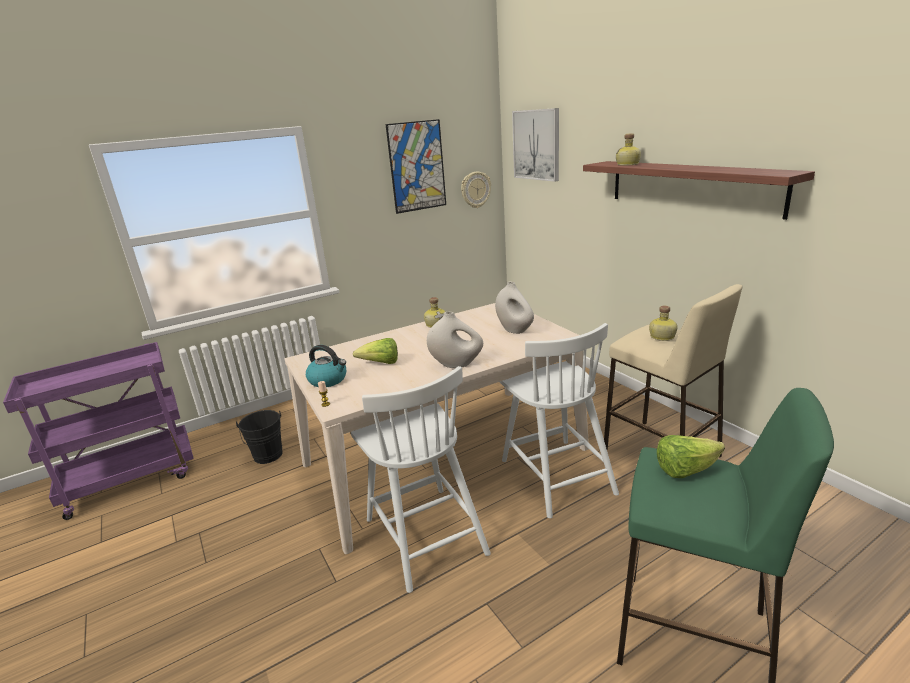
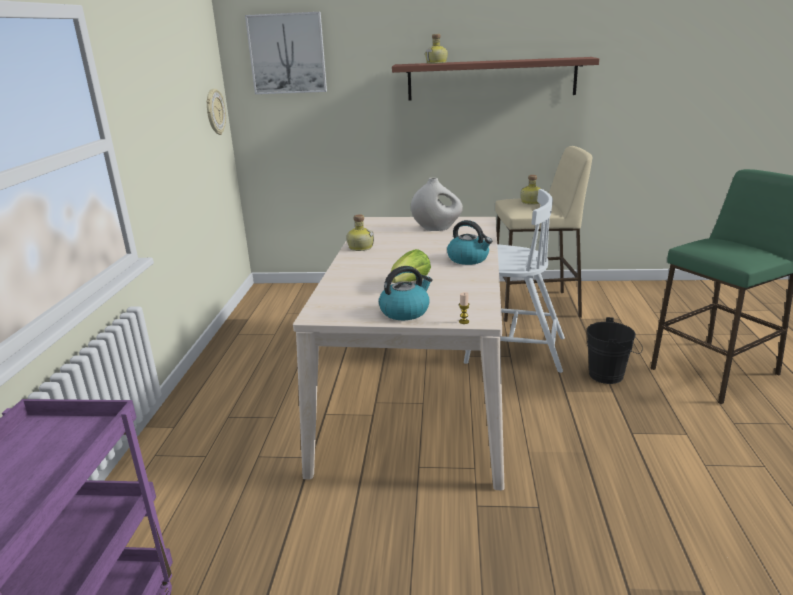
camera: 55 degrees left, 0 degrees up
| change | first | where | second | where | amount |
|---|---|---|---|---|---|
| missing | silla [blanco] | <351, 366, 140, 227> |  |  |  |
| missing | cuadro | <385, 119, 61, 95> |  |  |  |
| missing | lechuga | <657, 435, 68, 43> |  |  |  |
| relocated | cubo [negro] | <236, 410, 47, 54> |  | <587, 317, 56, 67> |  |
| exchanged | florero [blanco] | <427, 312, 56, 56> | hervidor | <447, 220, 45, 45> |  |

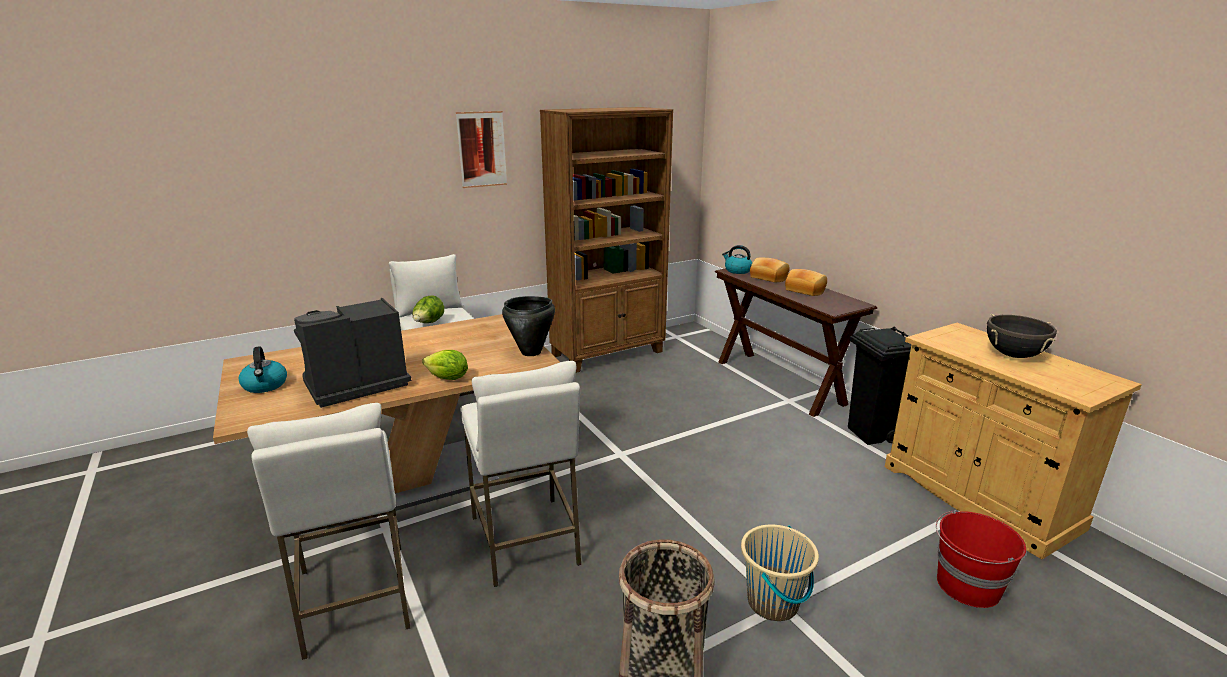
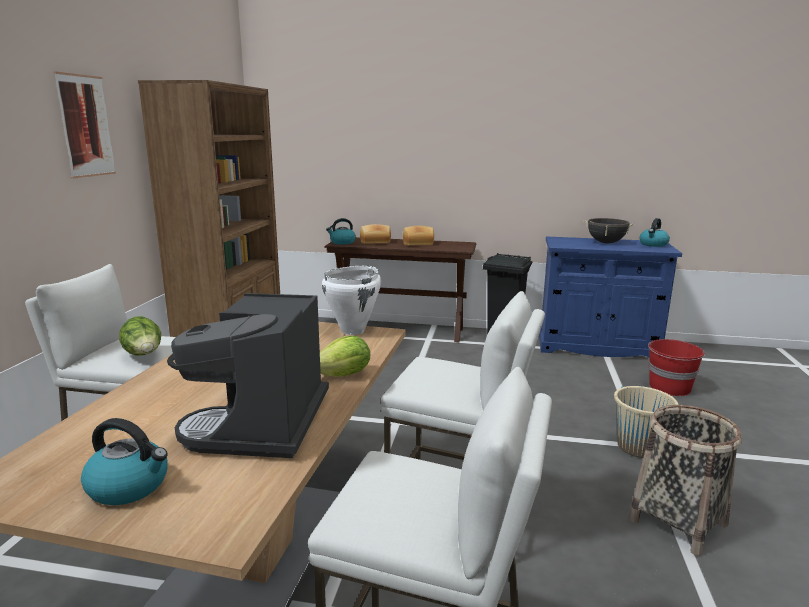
camera: 50 degrees left, 5 degrees down
| change | first | where | second | where | amount |
|---|---|---|---|---|---|
| appeared |  |  | hervidor | <640, 218, 30, 29> |  |
| colour | olla [negro] | <502, 296, 53, 60> | olla [blanco] | <322, 265, 59, 70> |  |
| colour | armario [beis] | <885, 323, 257, 236> | armario [azul] | <539, 236, 143, 122> |  |

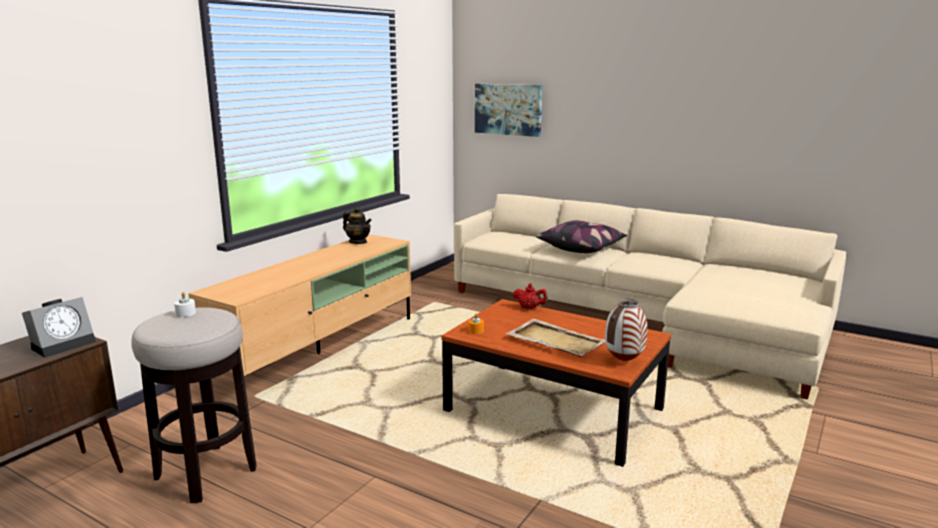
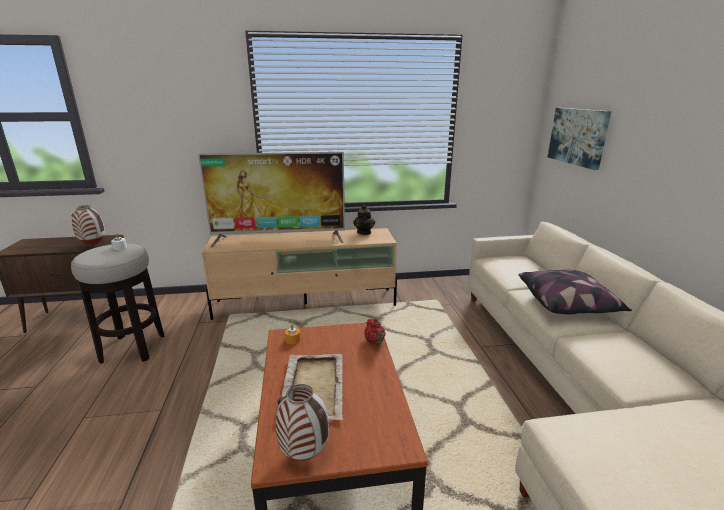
camera: 50 degrees right, 5 degrees up
| change | first | where | second | where | amount |
|---|---|---|---|---|---|
| appeared |  |  | televisor | <198, 152, 147, 95> |  |
| exchanged | despertador | <22, 297, 74, 61> | florero | <72, 205, 33, 40> |  |

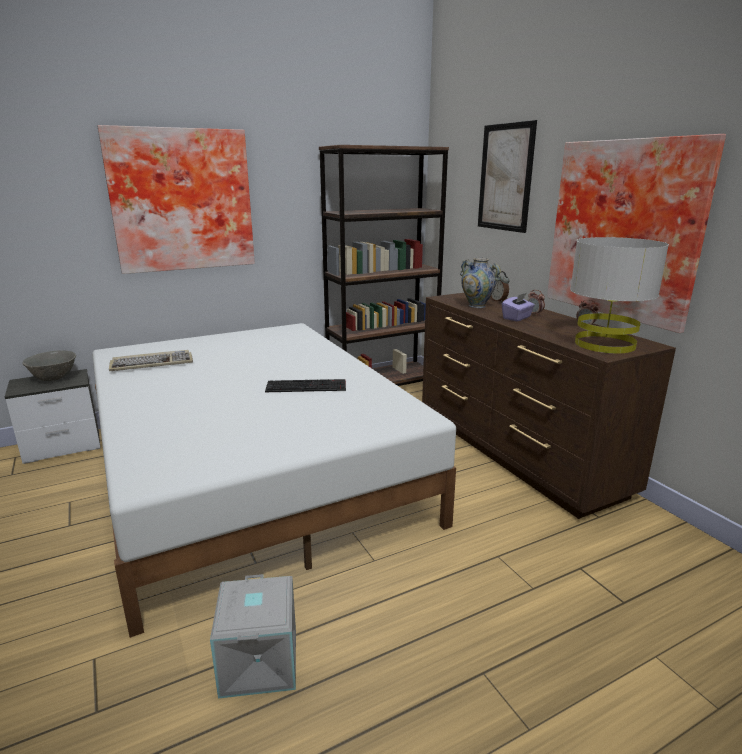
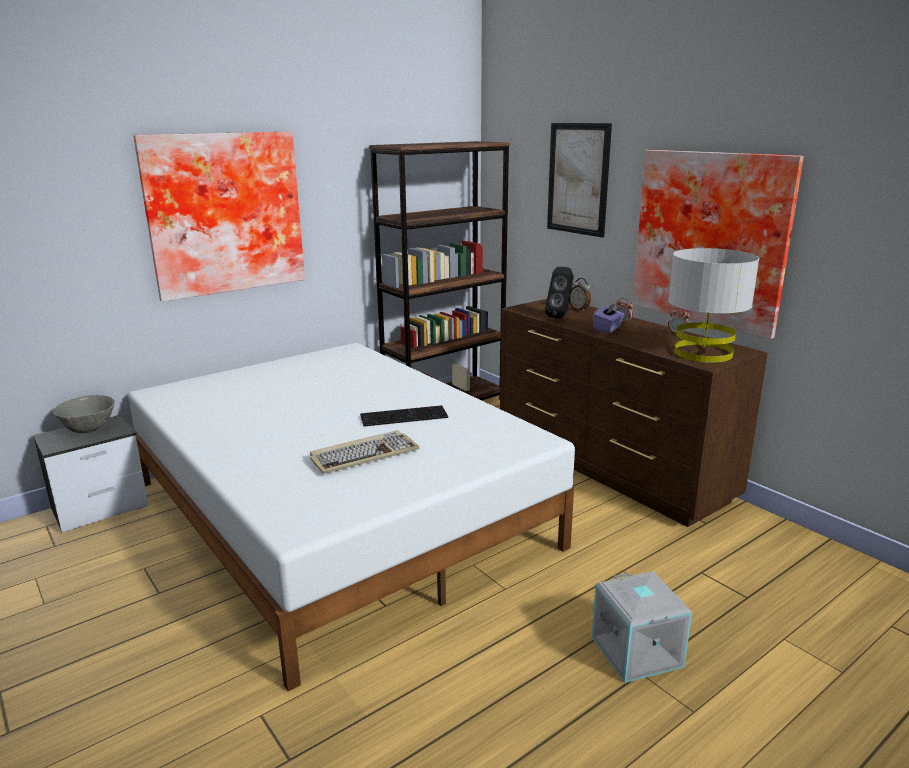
camera: 10 degrees left, 0 degrees up
| change | first | where | second | where | amount |
|---|---|---|---|---|---|
| relocated | teclado | <109, 350, 84, 21> |  | <310, 430, 110, 44> |  |
| relocated | caja de almacenaje [gris] | <210, 574, 86, 124> |  | <592, 571, 100, 112> |  |
| exchanged | florero | <460, 258, 41, 50> | altavoz [negro] | <545, 267, 29, 52> |  |

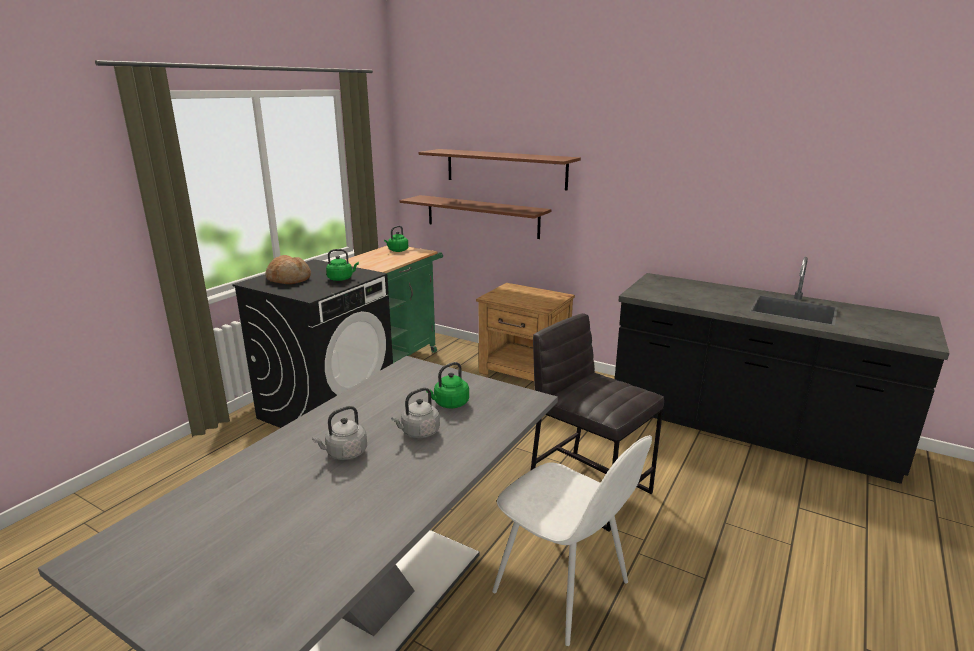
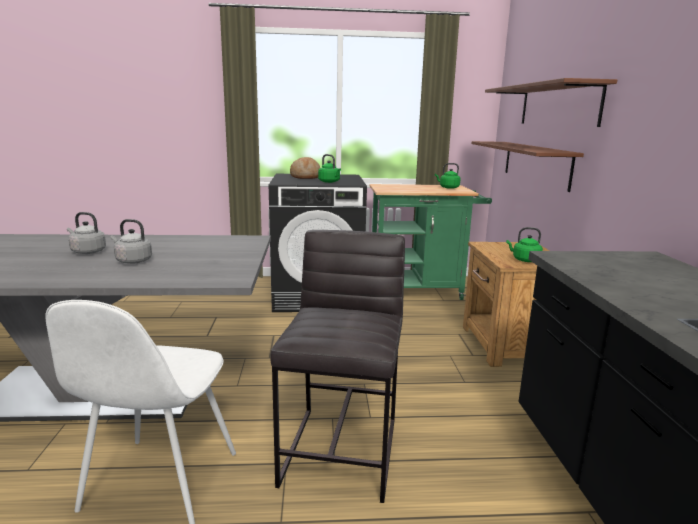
camera: 55 degrees right, 5 degrees down
| change | first | where | second | where | amount |
|---|---|---|---|---|---|
| relocated | hervidor [verde] | <426, 362, 43, 46> |  | <506, 227, 37, 35> |  |

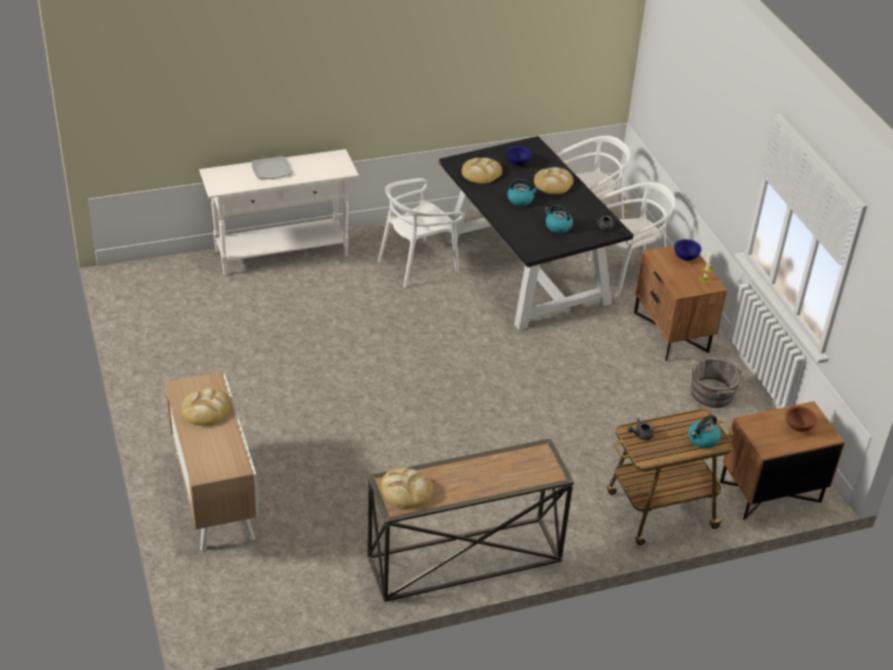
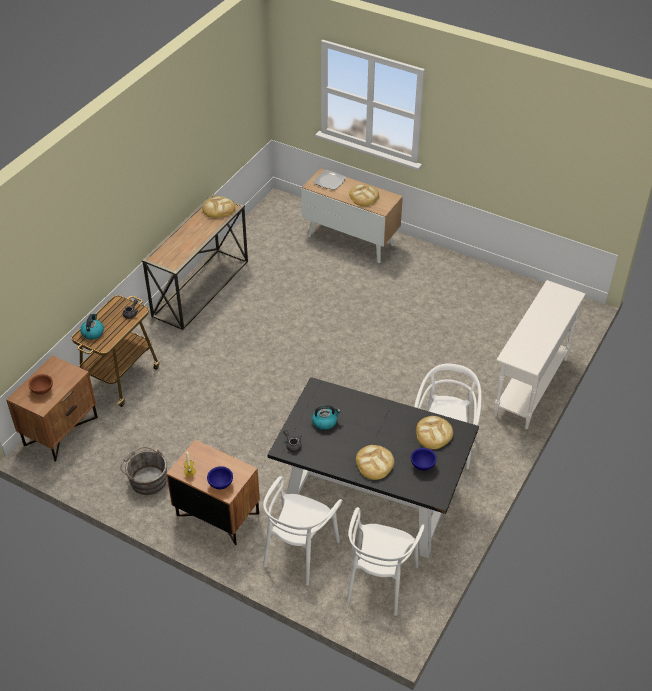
camera: 140 degrees right, 5 degrees up
| change | first | where | second | where | amount |
|---|---|---|---|---|---|
| missing | hervidor | <507, 178, 32, 28> |  |  |  |
| relocated | plato | <252, 156, 39, 23> |  | <313, 170, 33, 20> |  |

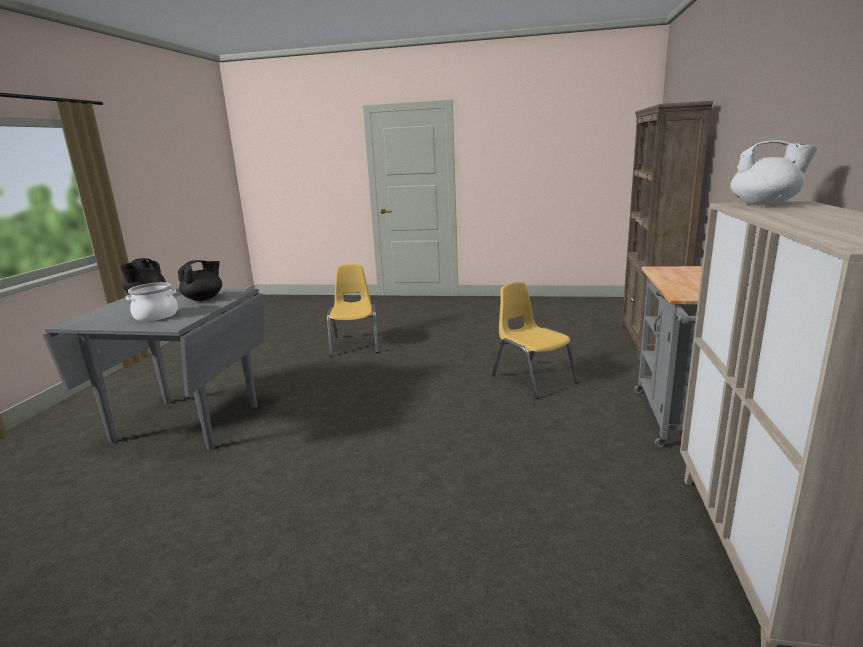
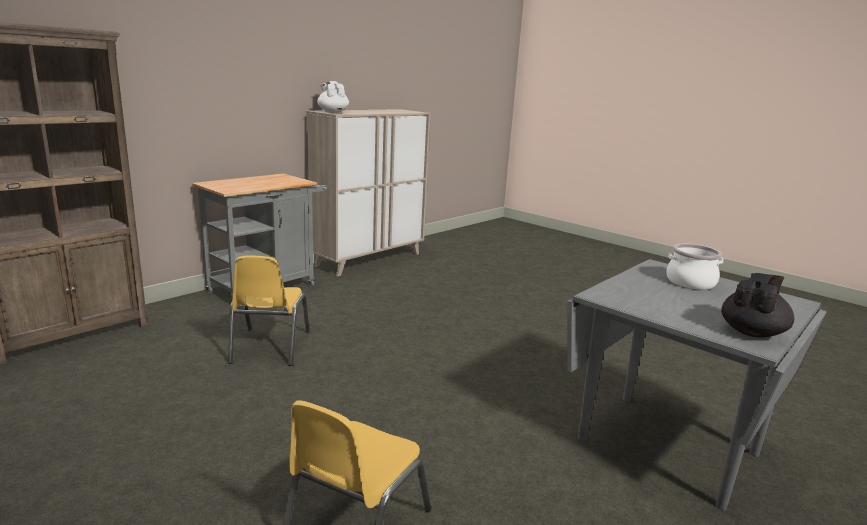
camera: 150 degrees left, 0 degrees up
| change | first | where | second | where | amount |
|---|---|---|---|---|---|
| missing | tetera [negro] | <178, 260, 44, 41> |  |  |  |

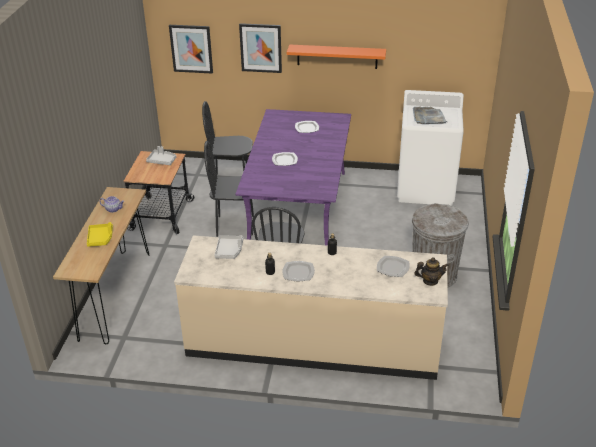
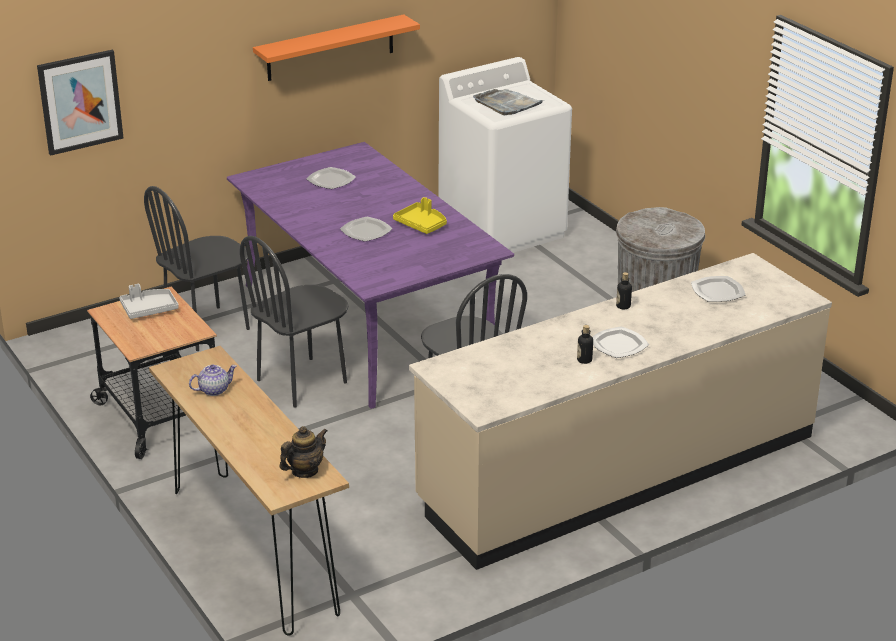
camera: 40 degrees left, 5 degrees down
| change | first | where | second | where | amount |
|---|---|---|---|---|---|
| missing | bandeja [gris] | <214, 235, 29, 24> |  |  |  |
| missing | cuadro | <239, 23, 43, 50> |  |  |  |
| relocated | bandeja [amarillo] | <87, 222, 26, 25> |  | <393, 197, 54, 37> |  |
| relocated | tetera | <414, 257, 35, 29> |  | <280, 426, 47, 52> |  |

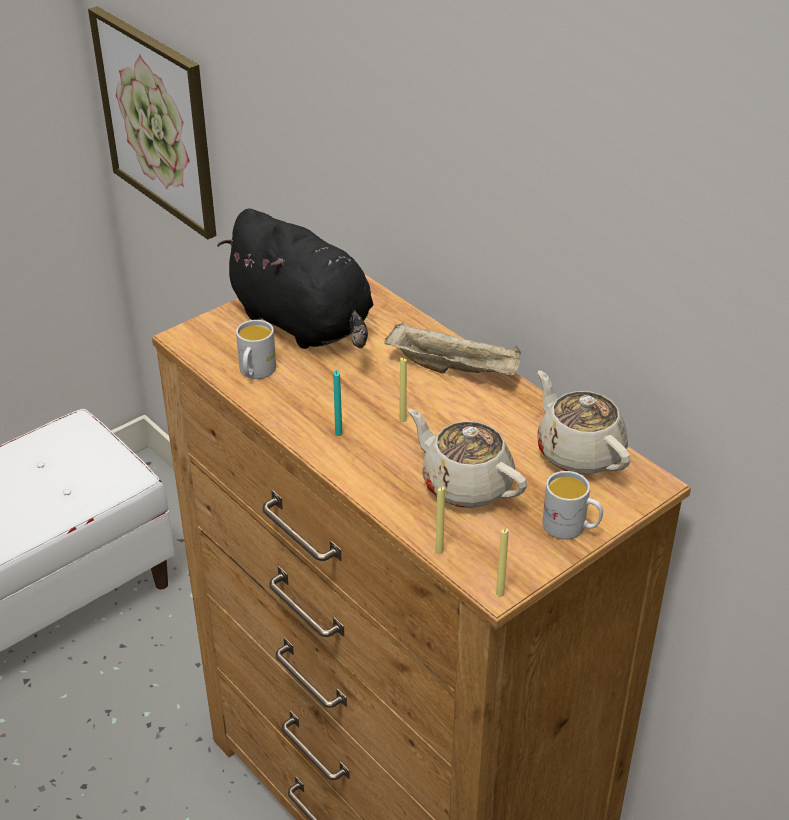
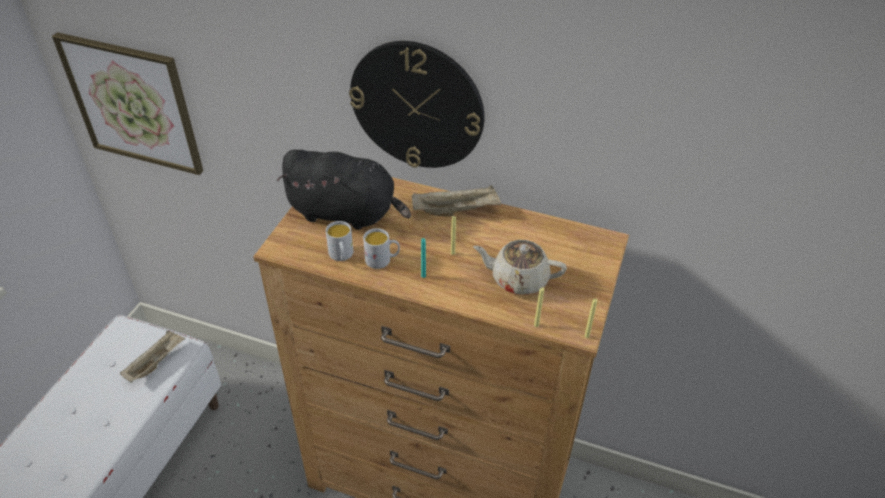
camera: 30 degrees left, 5 degrees up
| change | first | where | second | where | amount |
|---|---|---|---|---|---|
| missing | tetera [beis] | <537, 370, 94, 105> |  |  |  |
| appeared |  |  | bandeja [beis] | <120, 331, 65, 52> |  |
| appeared |  |  | reloj de pared | <349, 41, 135, 127> |  |
| relocated | taza grande [blanco] | <542, 471, 61, 68> |  | <363, 228, 37, 41> |  |

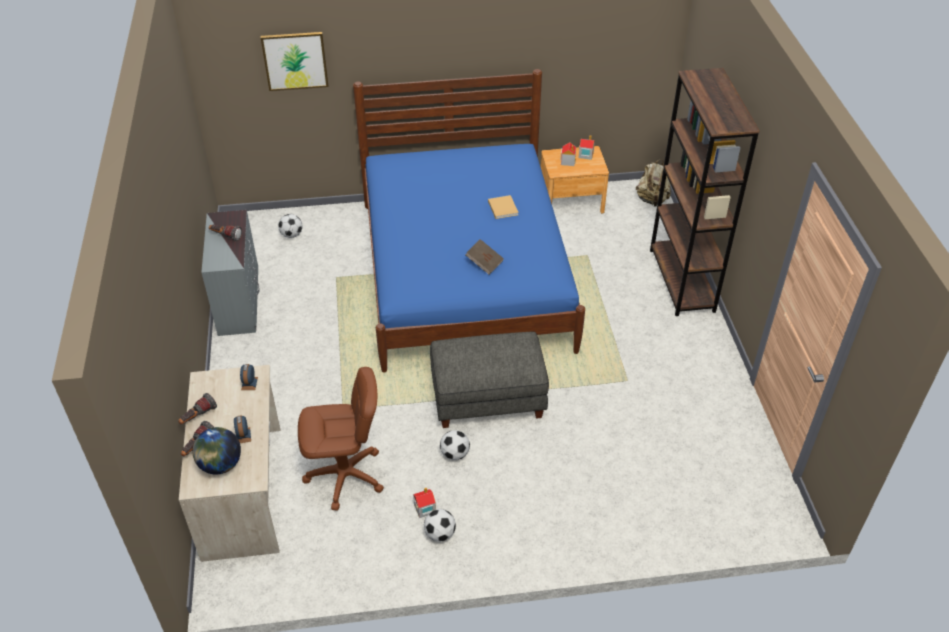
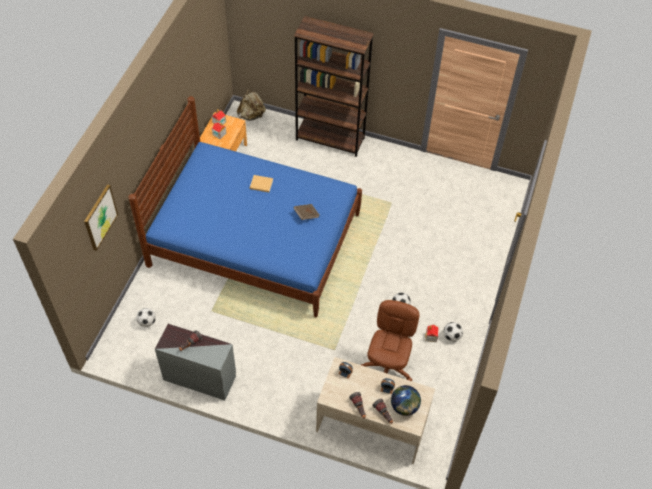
camera: 65 degrees left, 10 degrees up
| change | first | where | second | where | amount |
|---|---|---|---|---|---|
| missing | puf [gris] | <430, 332, 119, 96> |  |  |  |

